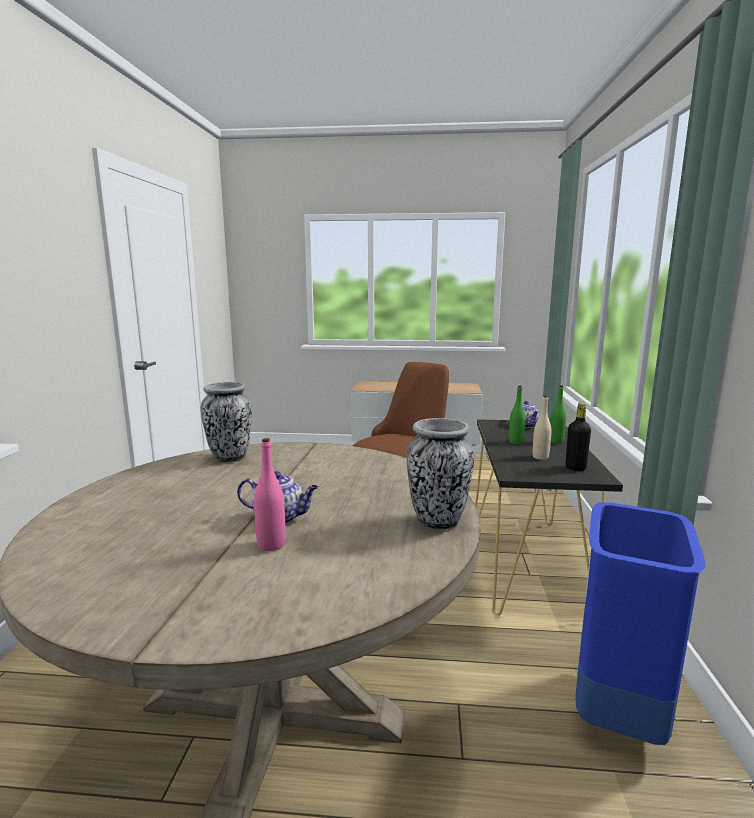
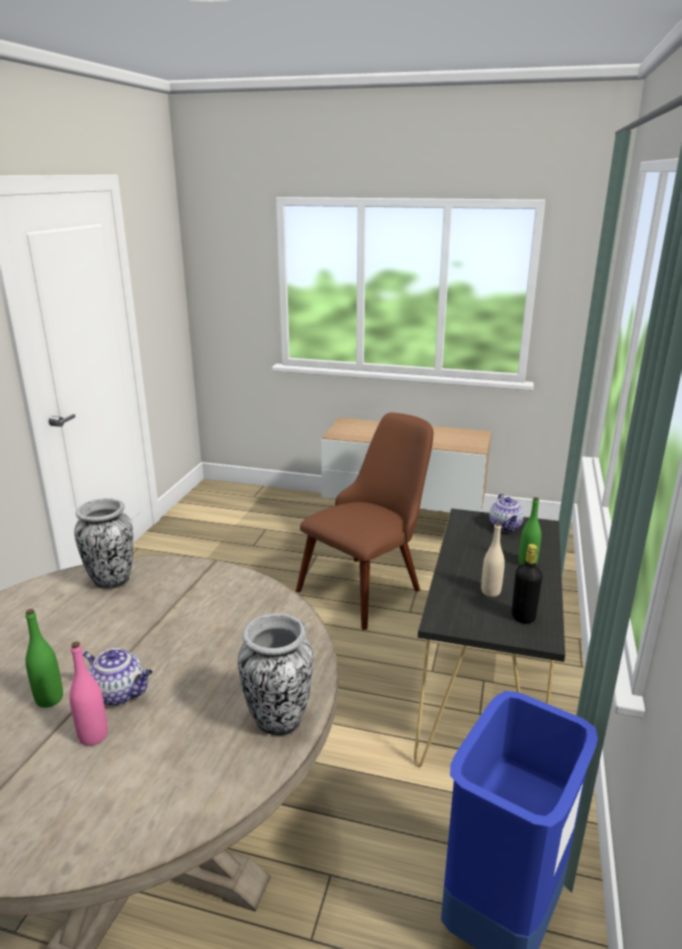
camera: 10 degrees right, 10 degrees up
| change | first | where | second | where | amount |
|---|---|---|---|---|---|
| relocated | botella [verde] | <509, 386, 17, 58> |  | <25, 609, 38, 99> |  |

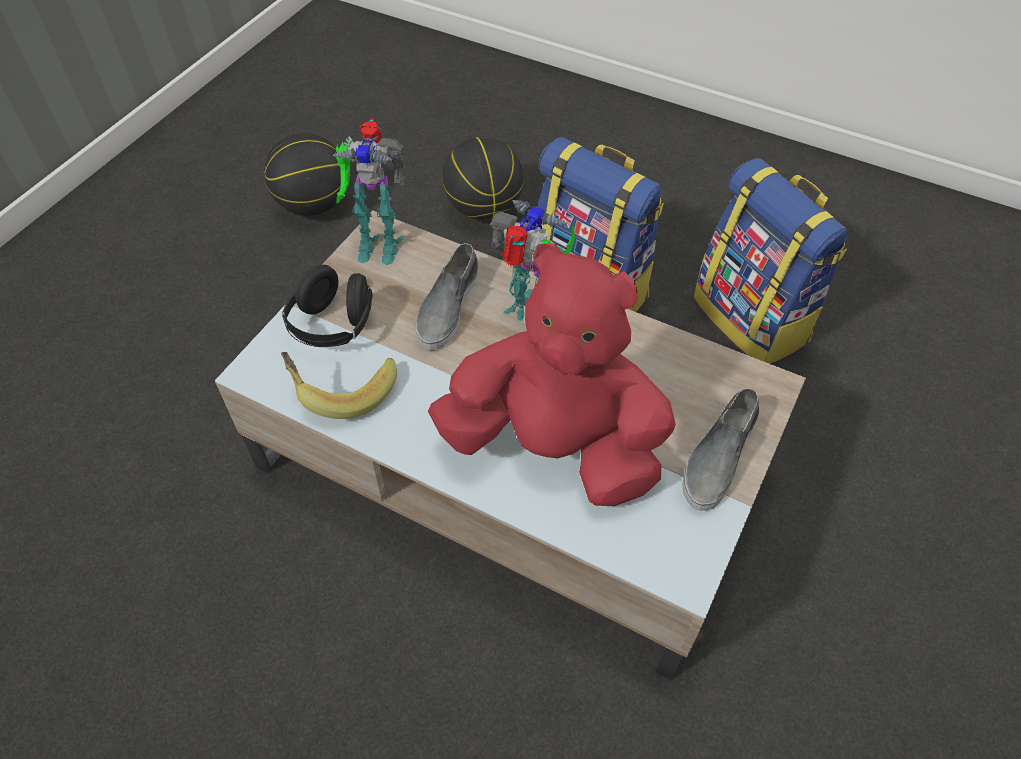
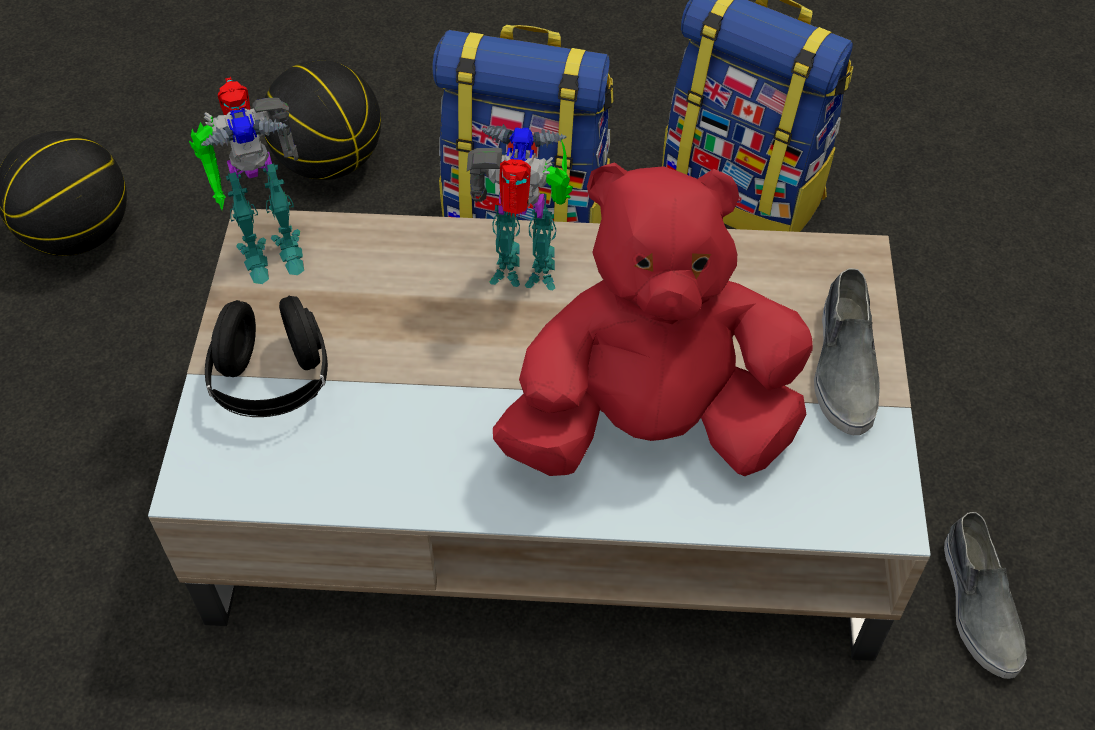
camera: 25 degrees left, 0 degrees up
| change | first | where | second | where | amount |
|---|---|---|---|---|---|
| missing | plátano | <281, 352, 116, 67> |  |  |  |
| relocated | zapato [gris] | <416, 243, 63, 107> |  | <944, 512, 83, 167> |  |

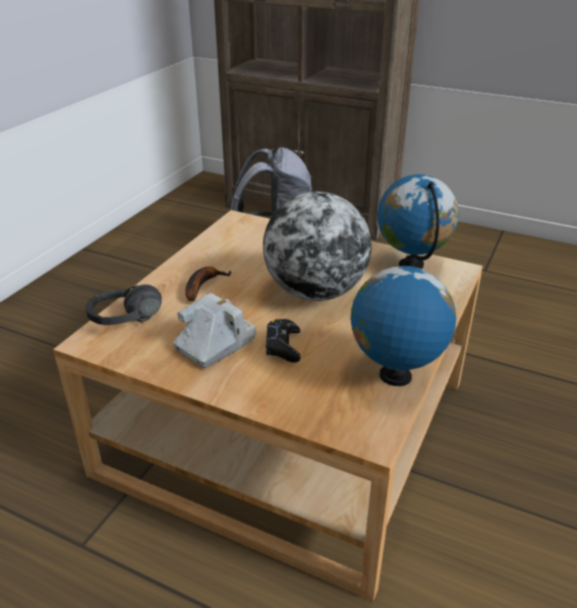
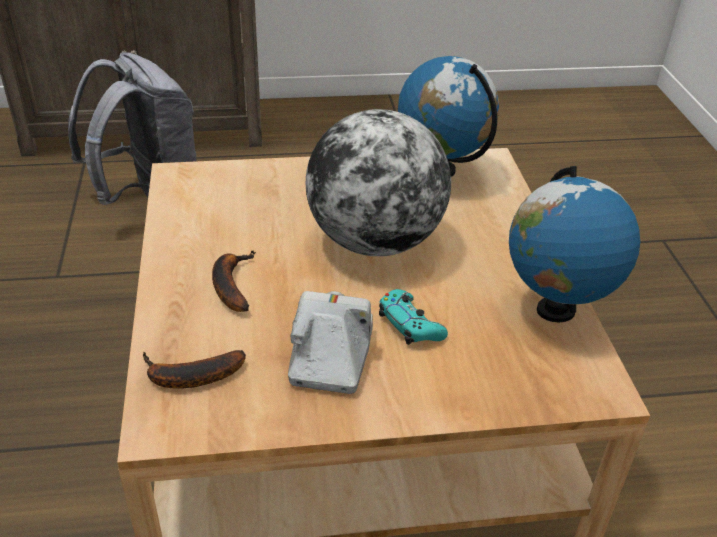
camera: 35 degrees left, 5 degrees up
| change | first | where | second | where | amount |
|---|---|---|---|---|---|
| exchanged | auriculares [negro] | <86, 284, 76, 41> | plátano | <143, 350, 103, 39> |  |
| colour | mando de consola [negro] | <266, 319, 35, 44> | mando de consola [turquesa] | <379, 289, 69, 56> |  |

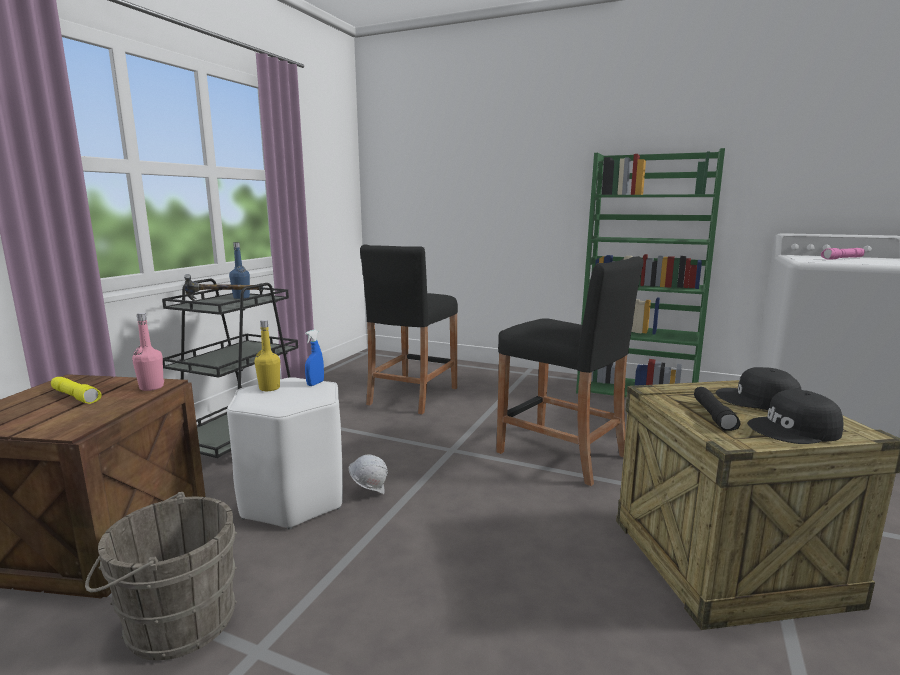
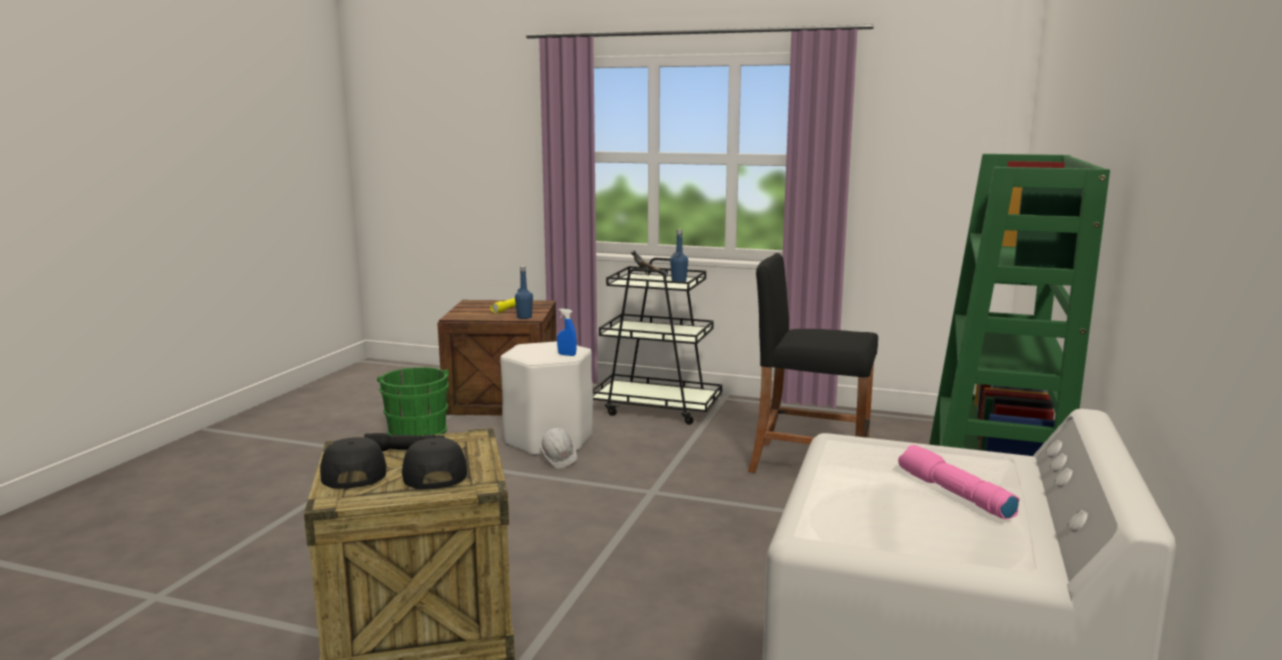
camera: 85 degrees right, 0 degrees up
| change | first | where | second | where | amount |
|---|---|---|---|---|---|
| missing | botella [amarillo] | <255, 320, 25, 71> |  |  |  |
| missing | taburete [negro] | <496, 256, 147, 230> |  |  |  |
| colour | cubo [gris] | <85, 492, 152, 168> | cubo [verde] | <377, 367, 72, 70> |  |
| colour | botella [rosa] | <132, 313, 32, 78> | botella [azul] | <515, 266, 18, 53> |  |
| spun | gorra [negro] | <716, 367, 85, 43> |  | <402, 438, 65, 51> | 45 degrees counterclockwise |

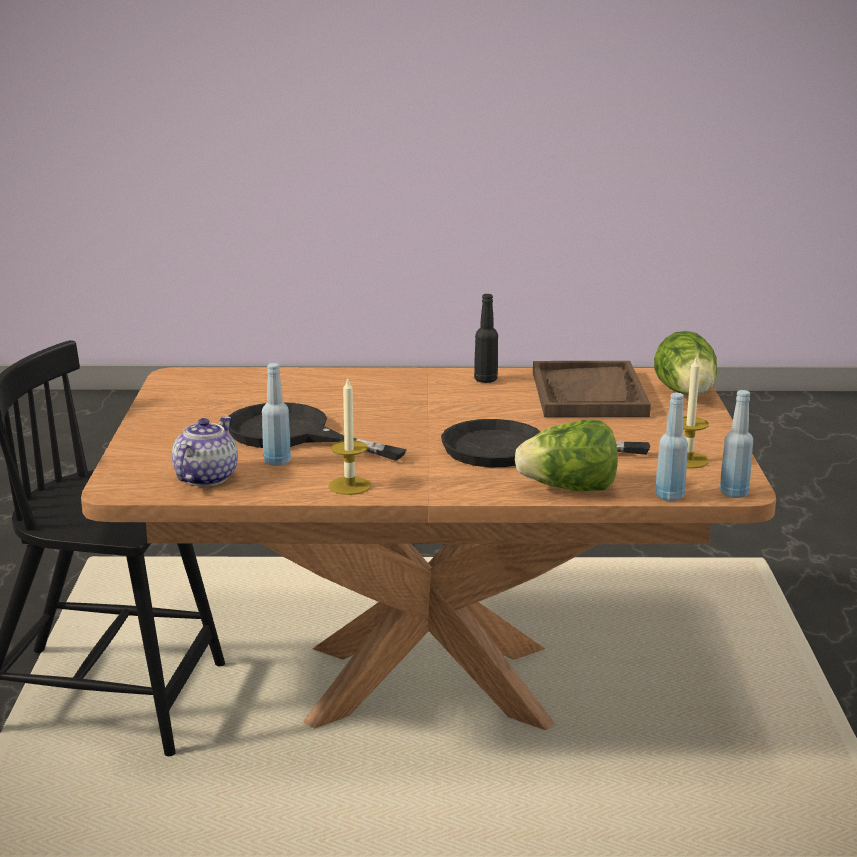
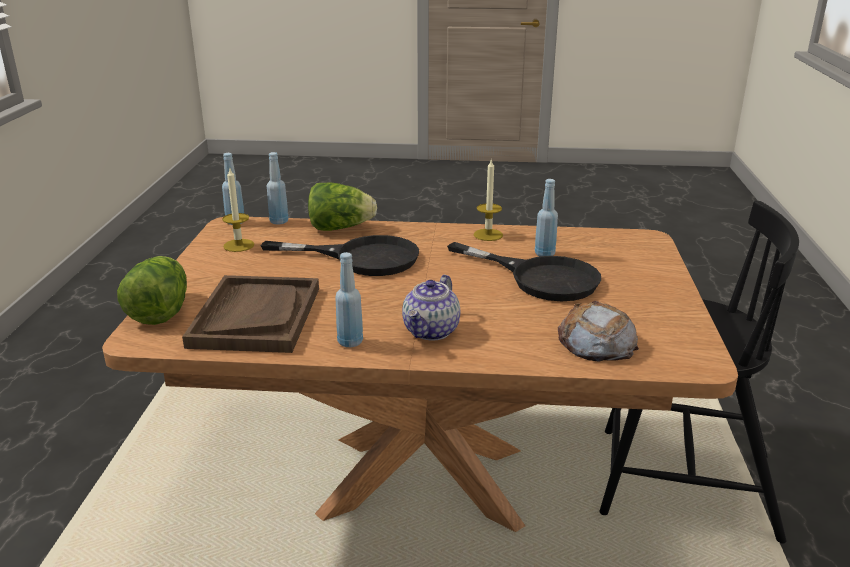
camera: 175 degrees left, 5 degrees up
| change | first | where | second | where | amount |
|---|---|---|---|---|---|
| appeared |  |  | pan | <558, 301, 81, 61> |  |
| relocated | tetera | <172, 416, 66, 71> |  | <402, 275, 58, 66> |  |
| colour | botella [negro] | <474, 294, 24, 89> | botella [azul] | <335, 252, 28, 95> |  |

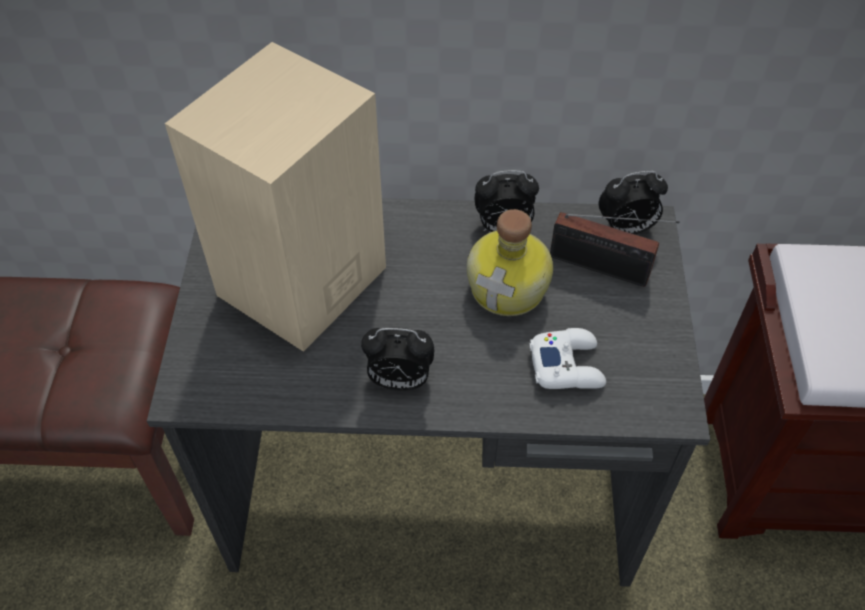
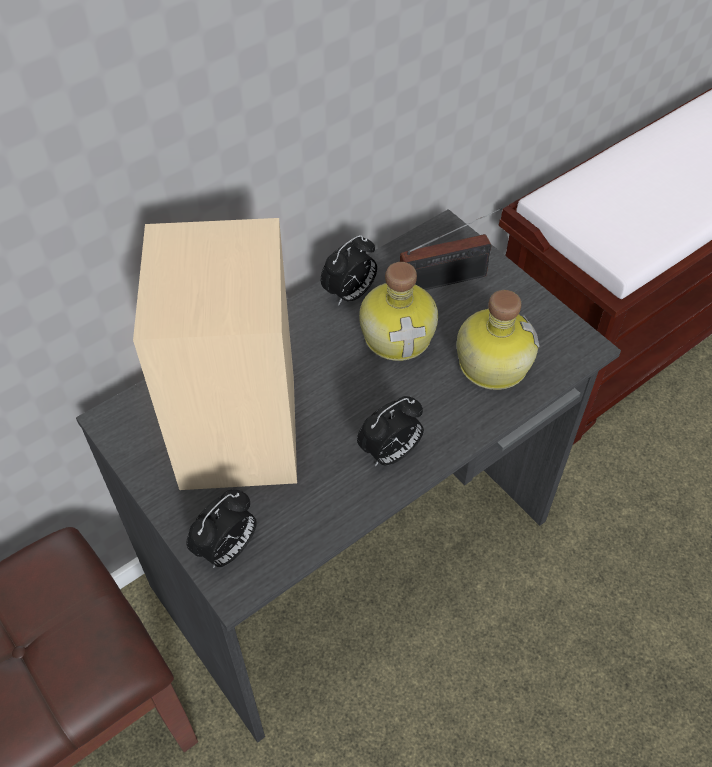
camera: 40 degrees left, 0 degrees up
| change | first | where | second | where | amount |
|---|---|---|---|---|---|
| relocated | despertador | <599, 171, 69, 64> |  | <186, 489, 71, 79> |  |
| exchanged | mando de consola [blanco] | <529, 328, 77, 61> | botella | <457, 290, 83, 100> |  |

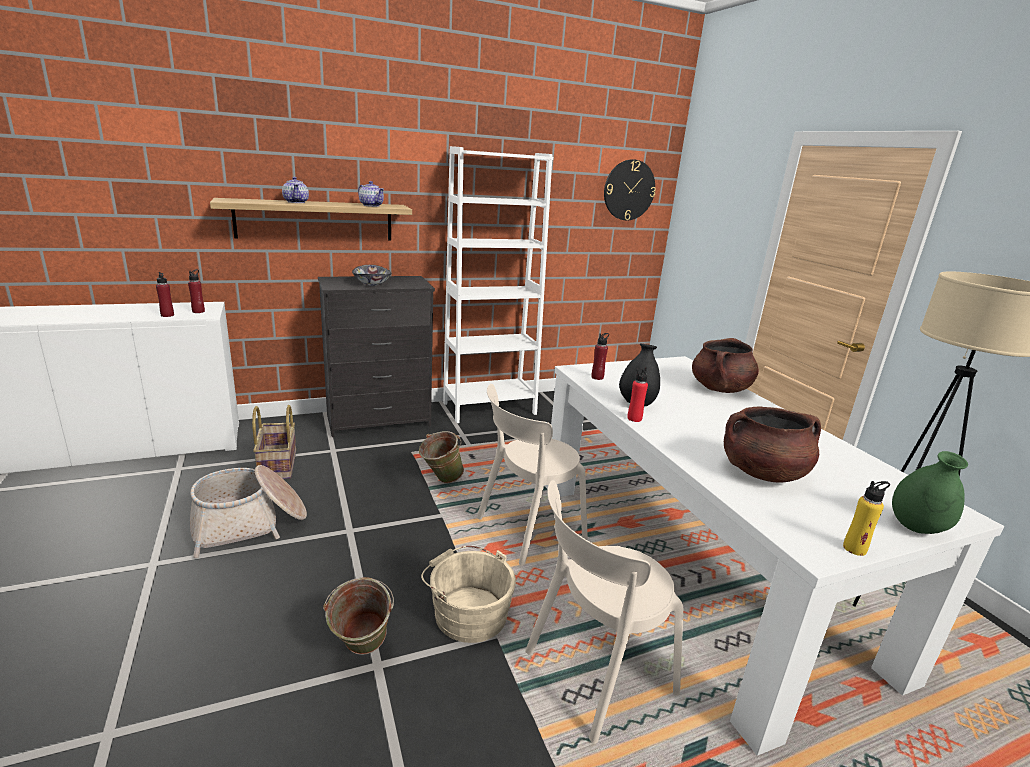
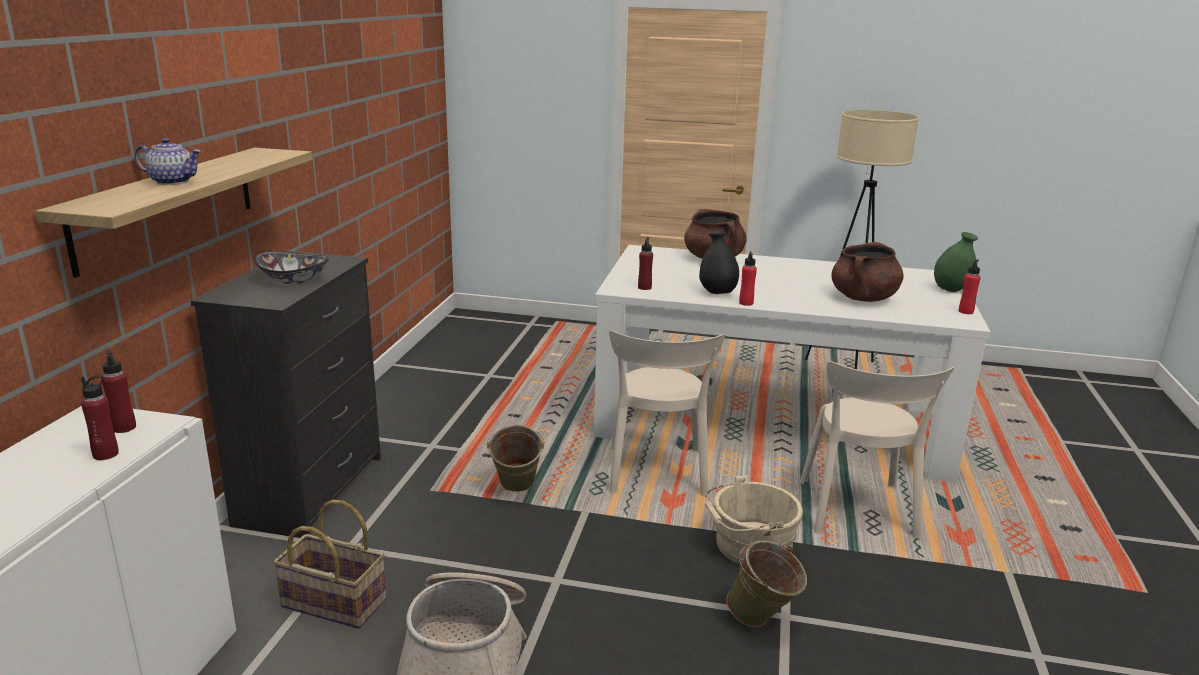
camera: 55 degrees left, 0 degrees up
| change | first | where | second | where | amount |
|---|---|---|---|---|---|
| missing | tetera | <358, 181, 26, 26> |  |  |  |
| missing | estantería [blanco] | <443, 146, 110, 277> |  |  |  |
| missing | reloj de pared | <604, 159, 52, 61> |  |  |  |
| colour | botella [amarillo] | <843, 481, 47, 75> | botella [rojo] | <959, 259, 22, 55> |  |

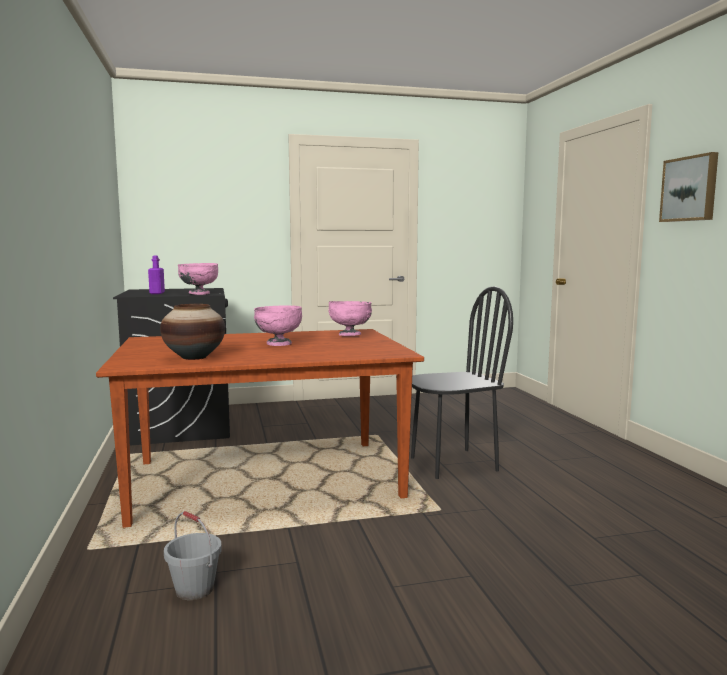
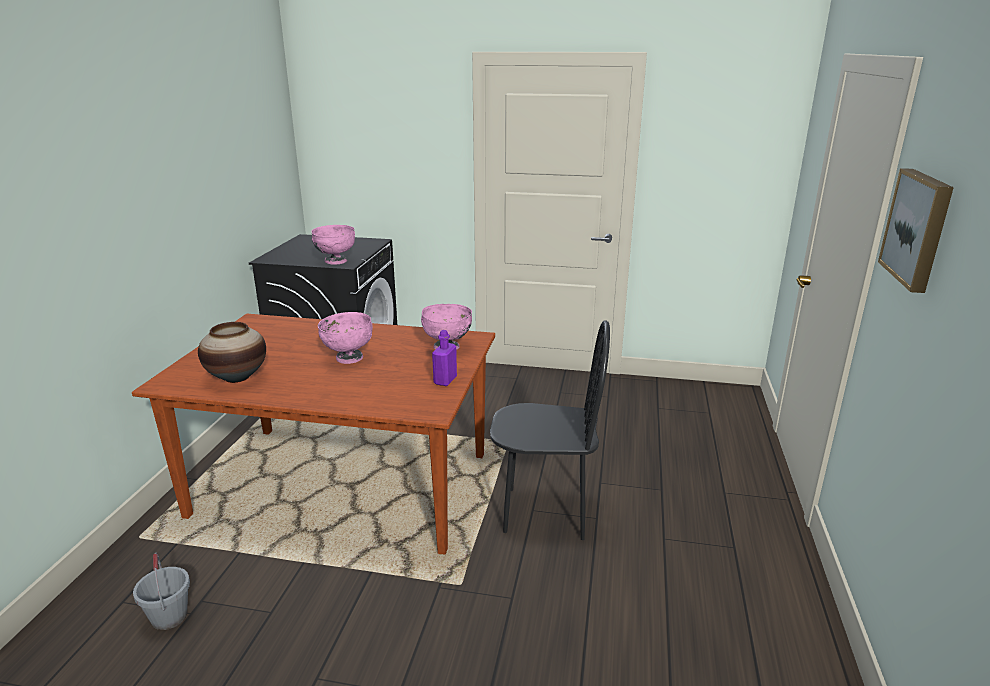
camera: 25 degrees right, 15 degrees up
| change | first | where | second | where | amount |
|---|---|---|---|---|---|
| relocated | botella [morado] | <148, 256, 17, 38> |  | <432, 330, 25, 56> |  |

